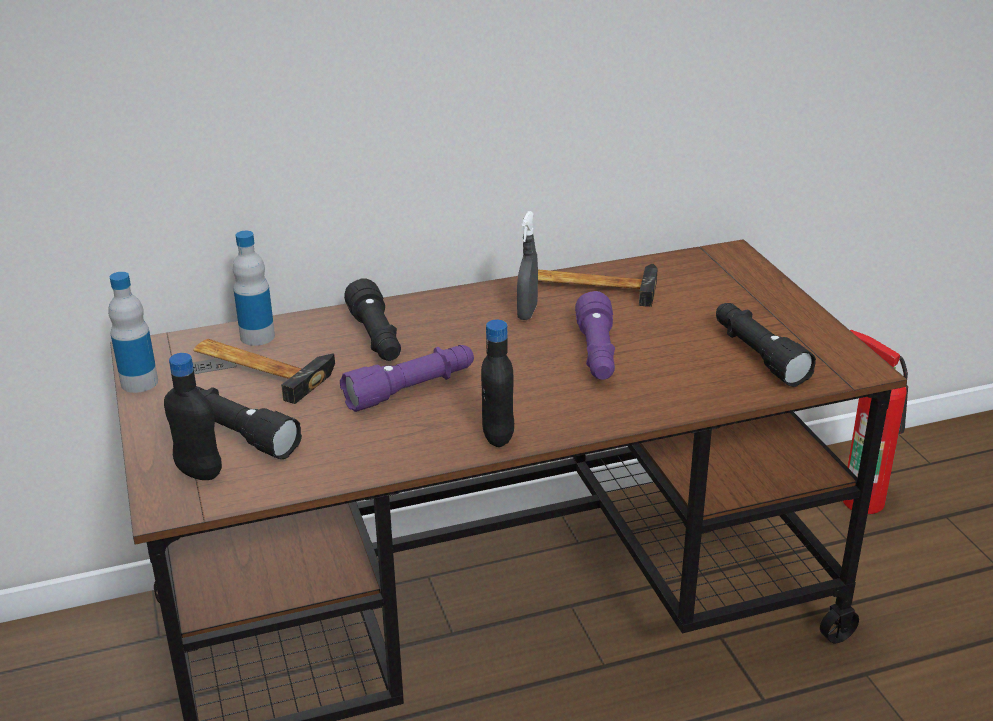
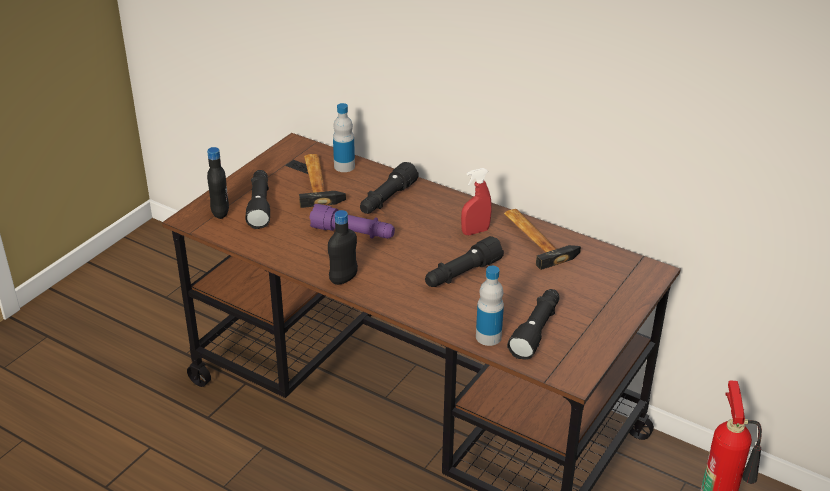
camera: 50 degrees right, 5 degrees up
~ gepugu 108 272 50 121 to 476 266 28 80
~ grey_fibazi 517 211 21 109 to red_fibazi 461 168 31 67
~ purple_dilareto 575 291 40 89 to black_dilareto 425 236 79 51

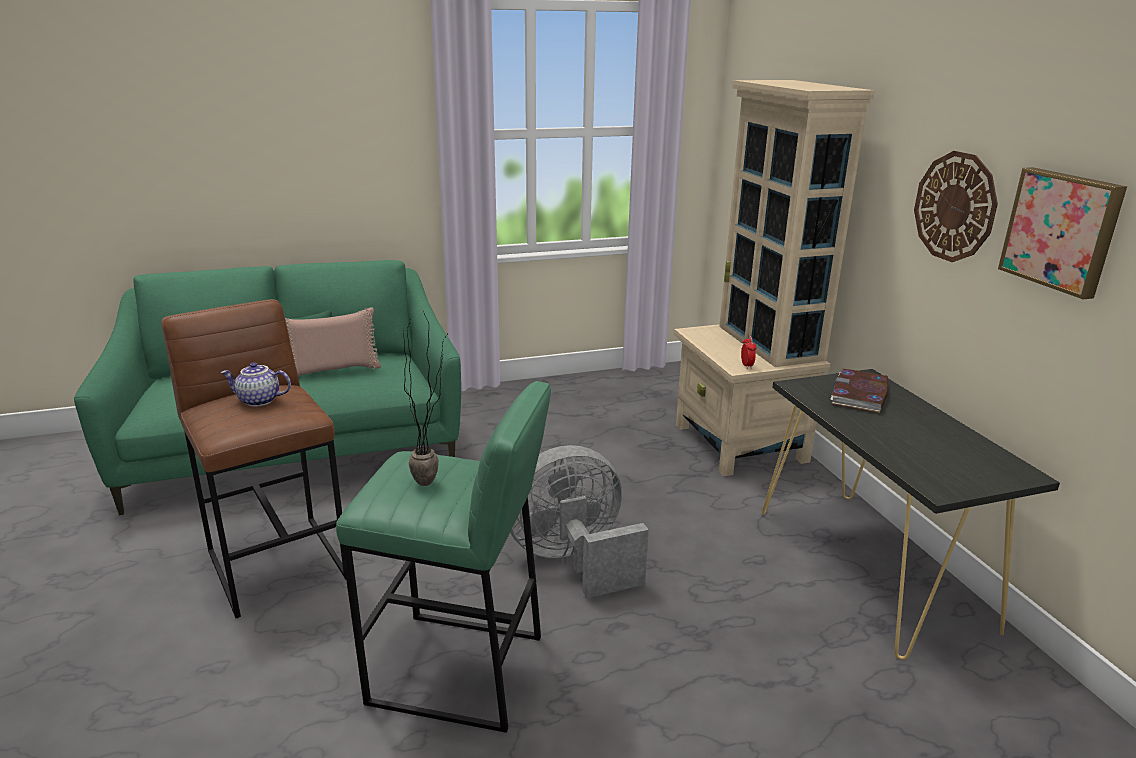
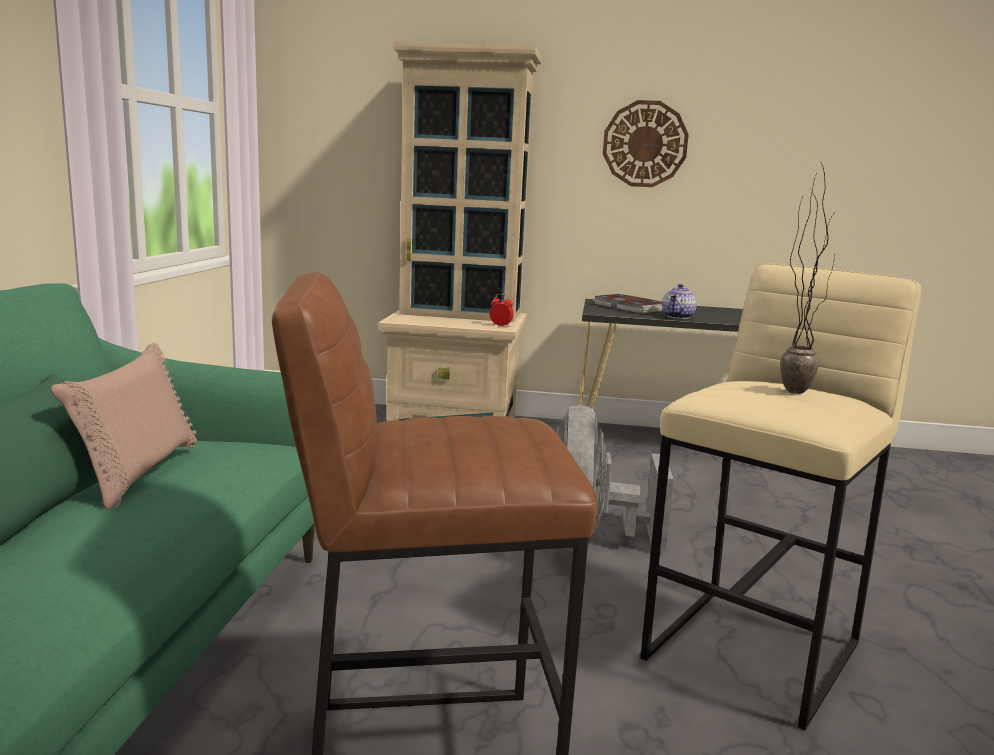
camera: 65 degrees left, 10 degrees down
~ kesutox 220 362 71 45 to 662 284 35 35
~ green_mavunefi 336 381 215 352 to beige_mavunefi 640 263 281 467
- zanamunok 998 167 129 132

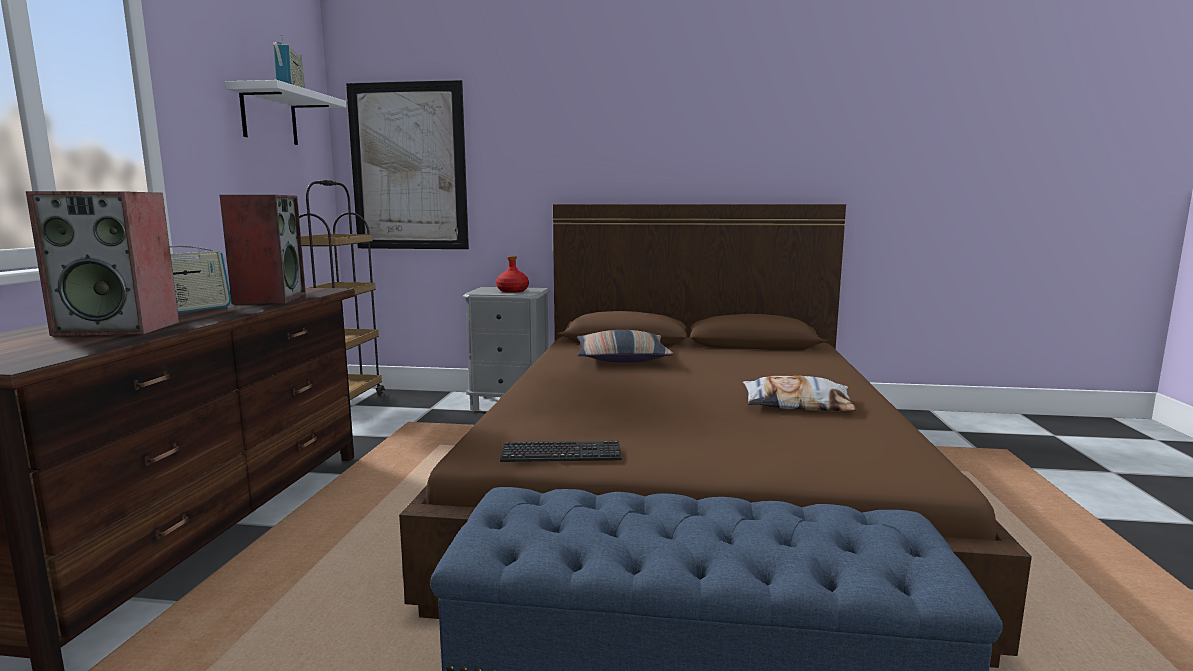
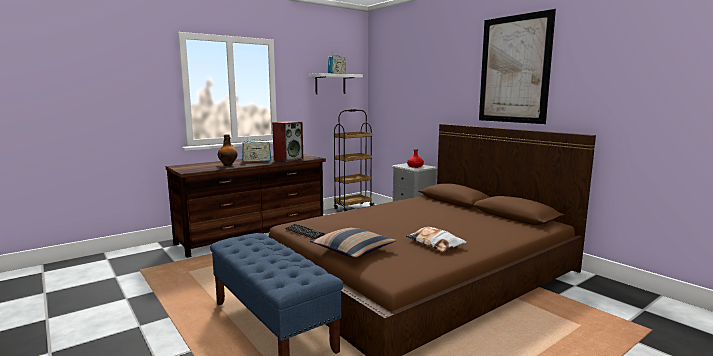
camera: 45 degrees right, 0 degrees up
~ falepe 26 191 153 145 to gepugu 218 134 20 32
~ zanamunok 346 80 123 169 to 479 9 77 115
~ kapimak 577 330 97 33 to 310 227 86 31

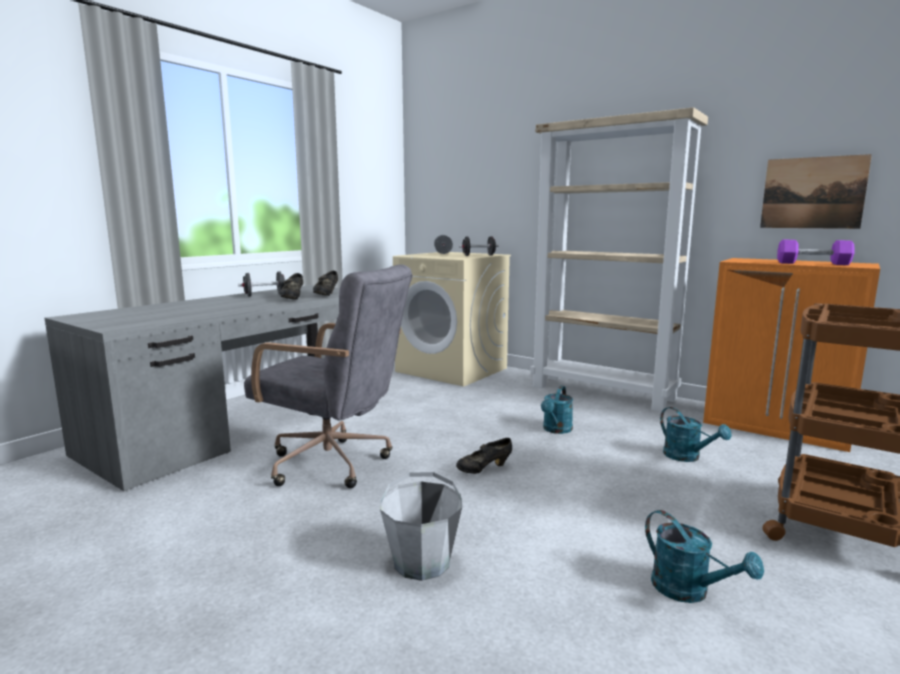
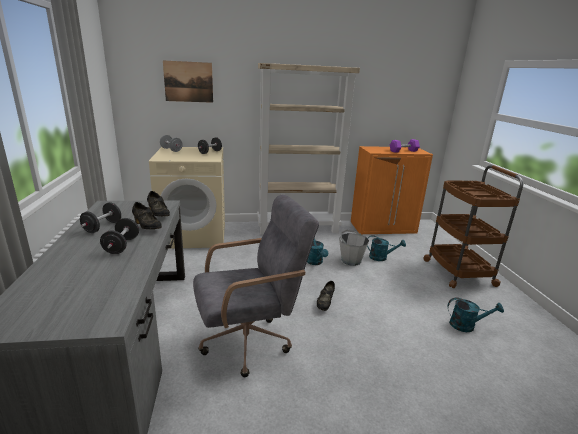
camera: 45 degrees left, 10 degrees up
~ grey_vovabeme 380 472 82 109 to 339 230 30 36
~ zanamunok 760 154 112 75 to 163 60 50 43
+ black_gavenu 100 218 39 36

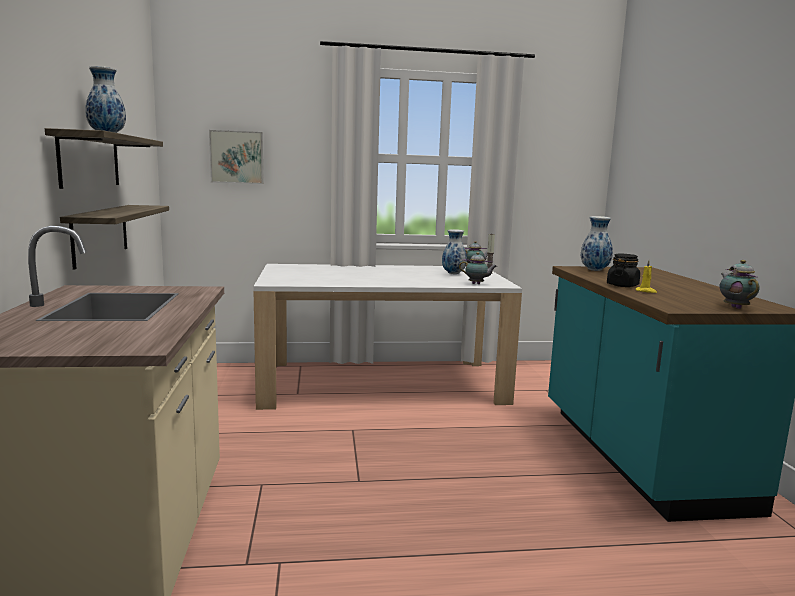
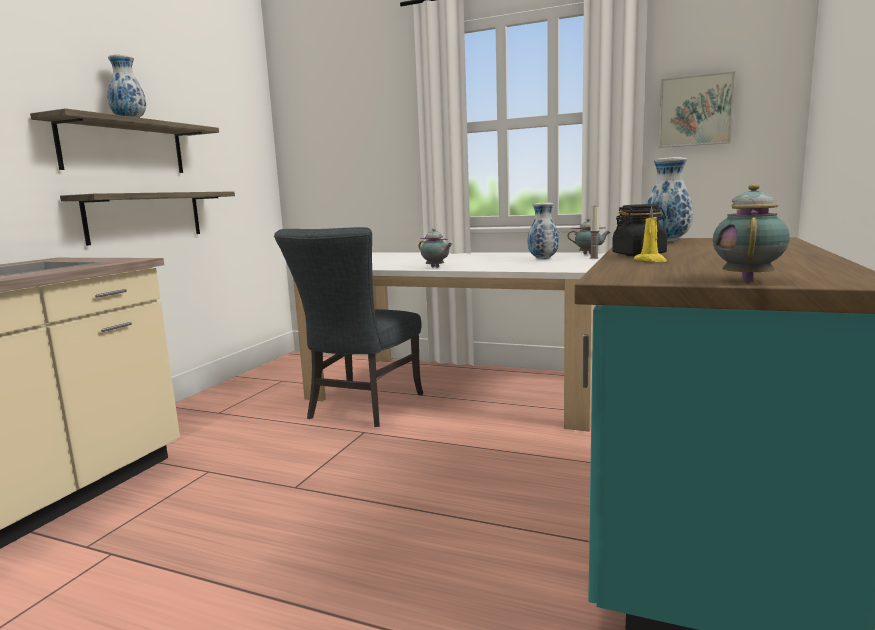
camera: 30 degrees right, 0 degrees up
~ zanamunok 209 130 54 54 to 659 71 76 77
~ kesutox 459 252 38 32 to 418 228 35 40
+ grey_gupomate 274 227 149 200

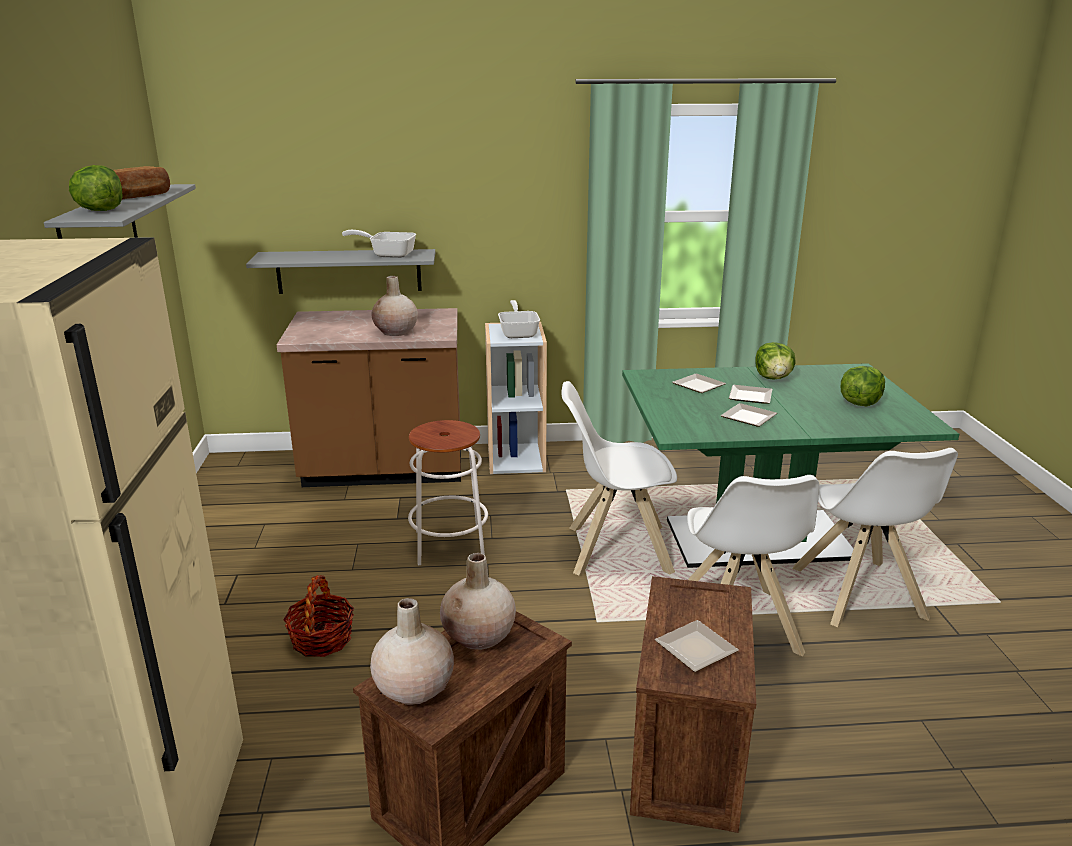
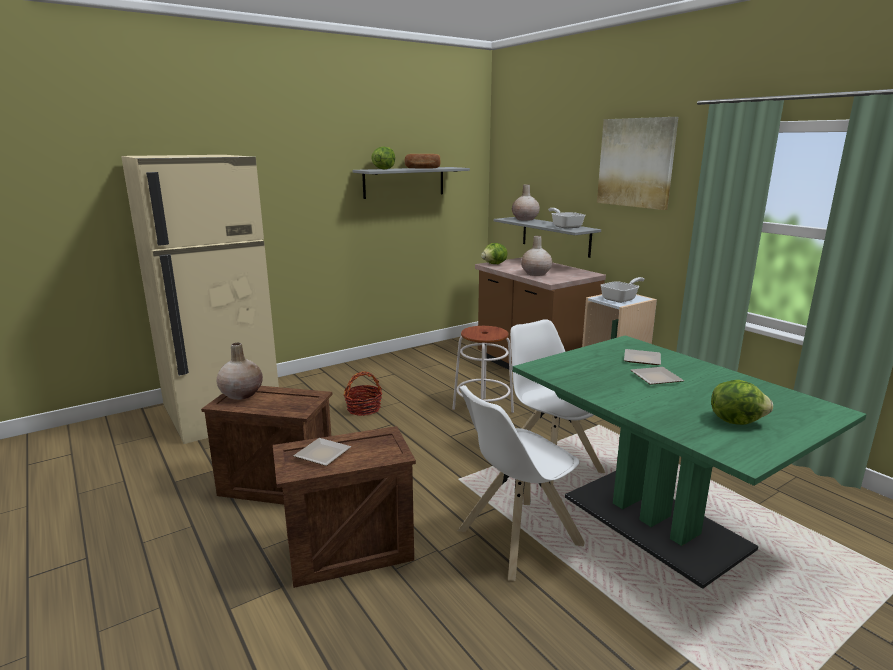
camera: 60 degrees right, 5 degrees down
~ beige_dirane 440 553 76 97 to 512 184 28 37
- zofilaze 720 403 57 24
~ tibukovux 755 342 41 38 to 481 243 27 21
- white_gupomate 792 448 166 180
+ zanamunok 597 117 81 93

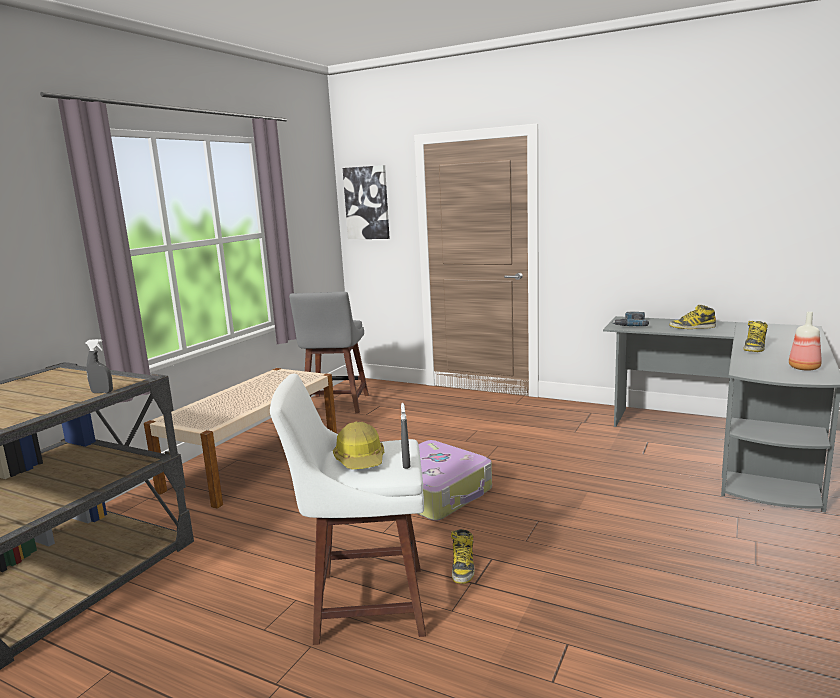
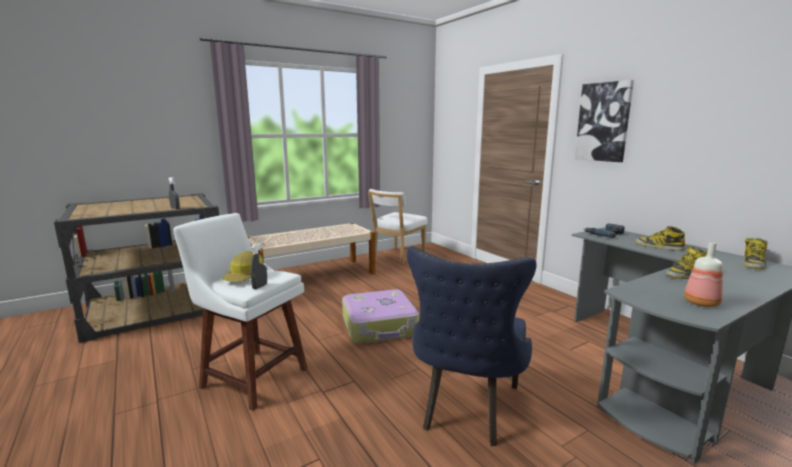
camera: 30 degrees right, 0 degrees up
~ grey_mavunefi 289 292 80 121 to white_gupomate 368 189 60 76
~ zanamunok 343 165 47 74 to 575 80 59 82
~ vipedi 451 529 24 55 to 743 238 25 31
+ blue_gupomate 407 246 130 200

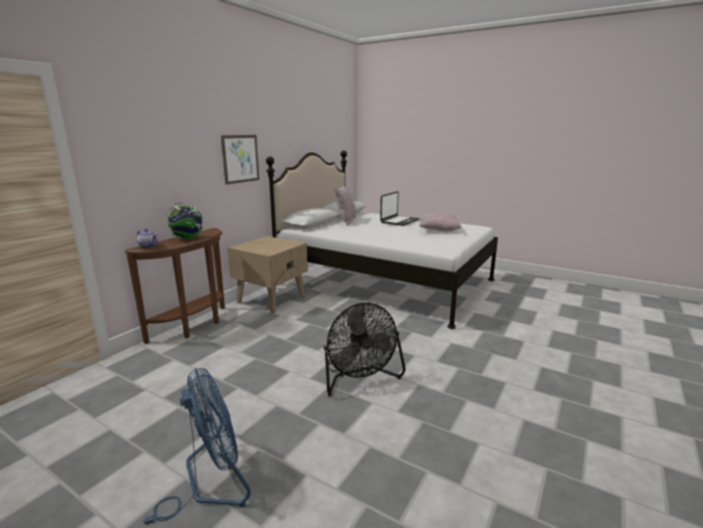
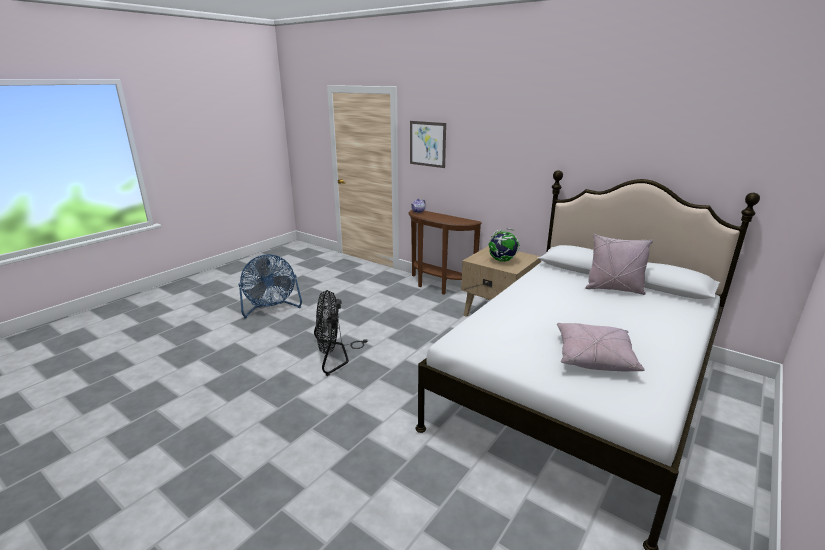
camera: 95 degrees right, 5 degrees up
~ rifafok 167 202 38 37 to 489 228 31 34
~ zanamunok 221 135 39 50 to 410 121 36 47
- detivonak 380 191 39 35

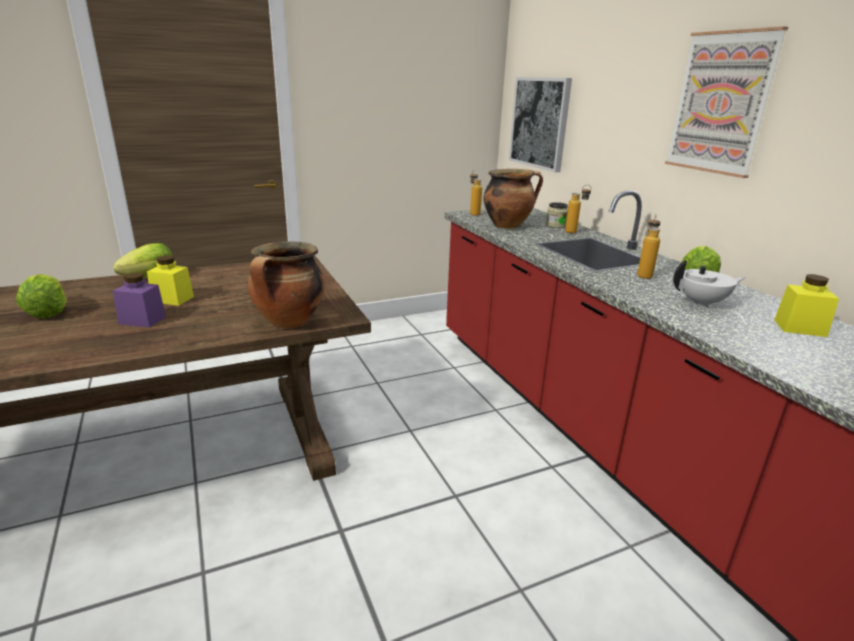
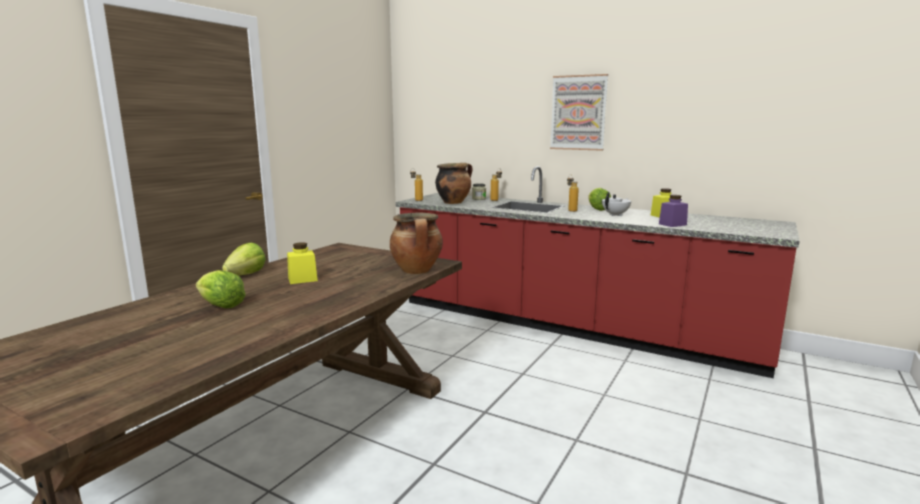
camera: 35 degrees left, 10 degrees down
~ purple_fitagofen 113 273 53 55 to 659 195 29 32
- zanamunok 509 77 63 95

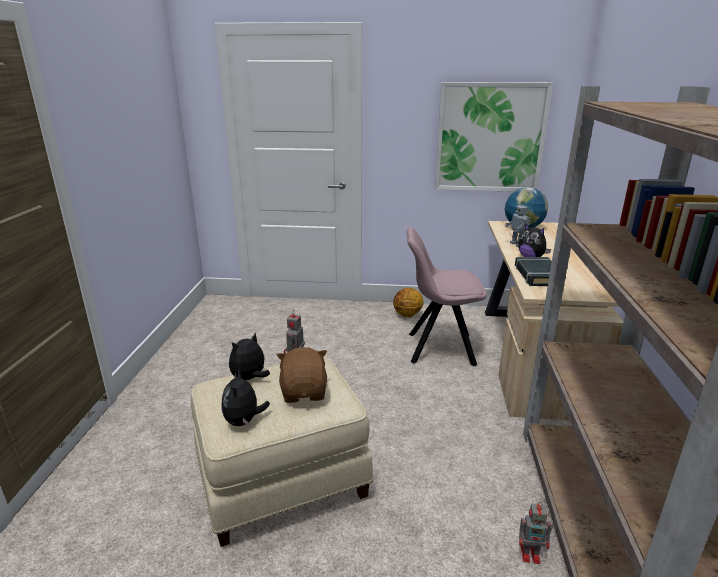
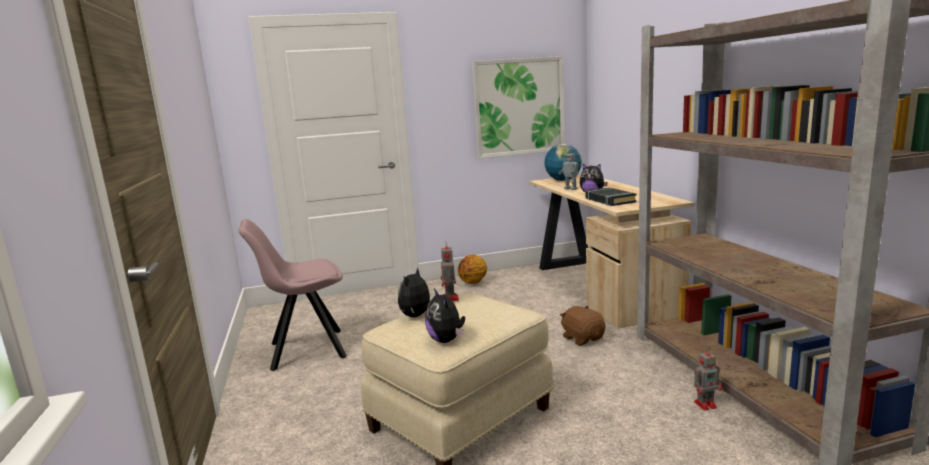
camera: 20 degrees left, 10 degrees down
~ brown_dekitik 277 347 50 56 to 560 306 45 40
~ pink_gupomate 407 227 80 139 to 238 219 109 152

